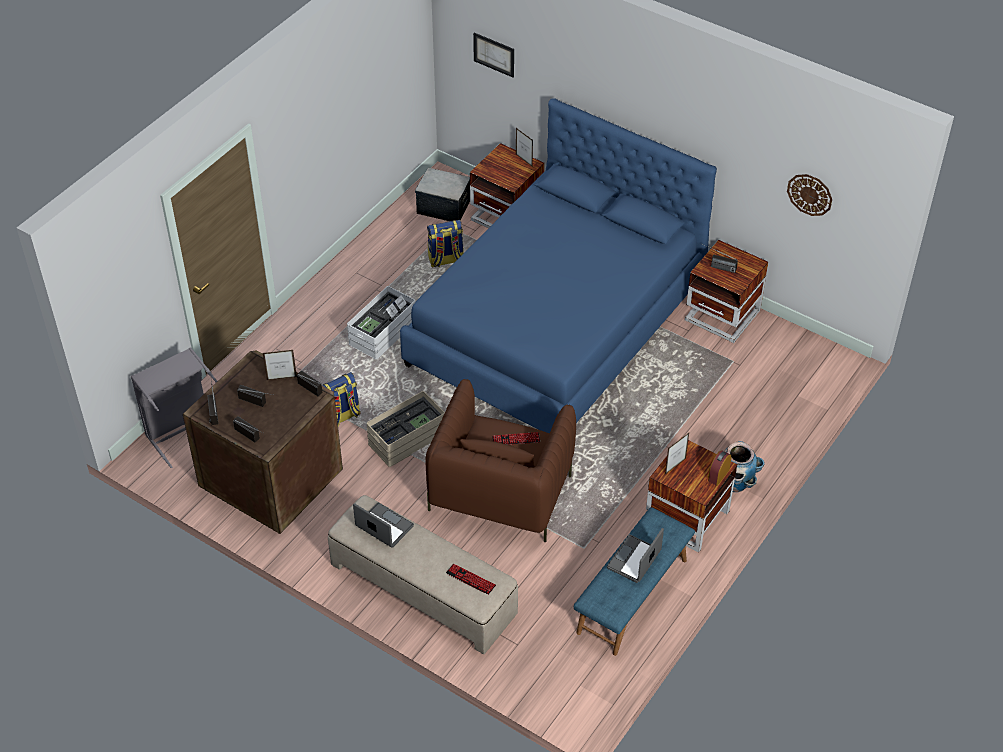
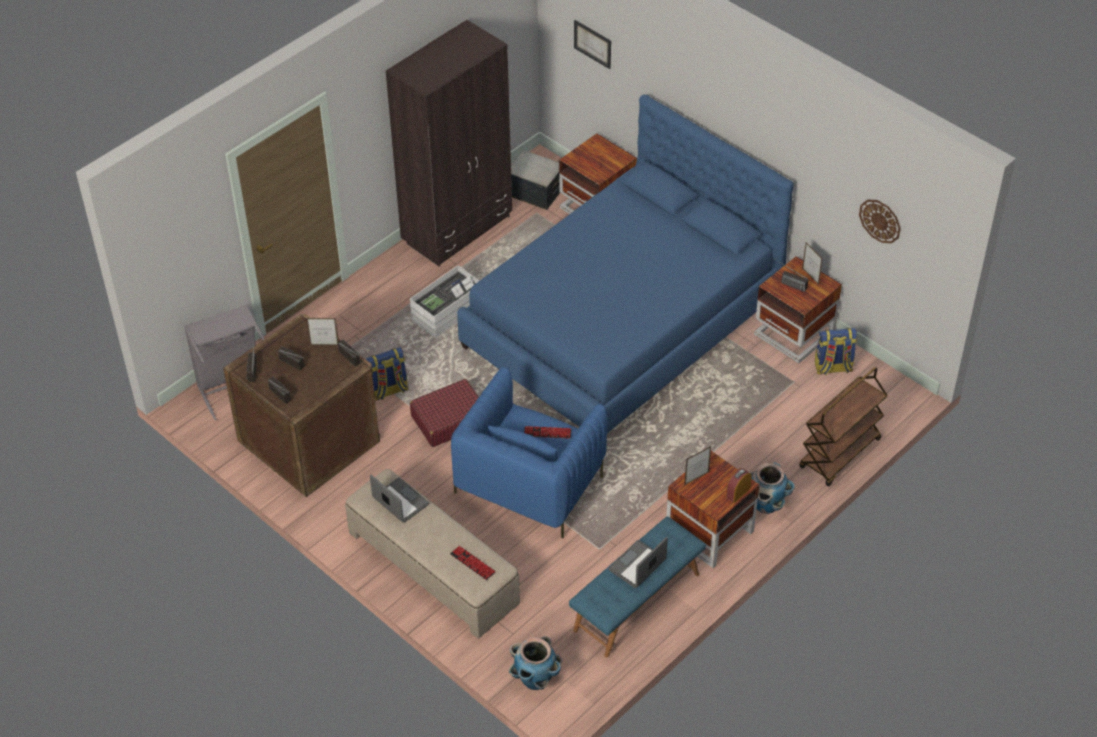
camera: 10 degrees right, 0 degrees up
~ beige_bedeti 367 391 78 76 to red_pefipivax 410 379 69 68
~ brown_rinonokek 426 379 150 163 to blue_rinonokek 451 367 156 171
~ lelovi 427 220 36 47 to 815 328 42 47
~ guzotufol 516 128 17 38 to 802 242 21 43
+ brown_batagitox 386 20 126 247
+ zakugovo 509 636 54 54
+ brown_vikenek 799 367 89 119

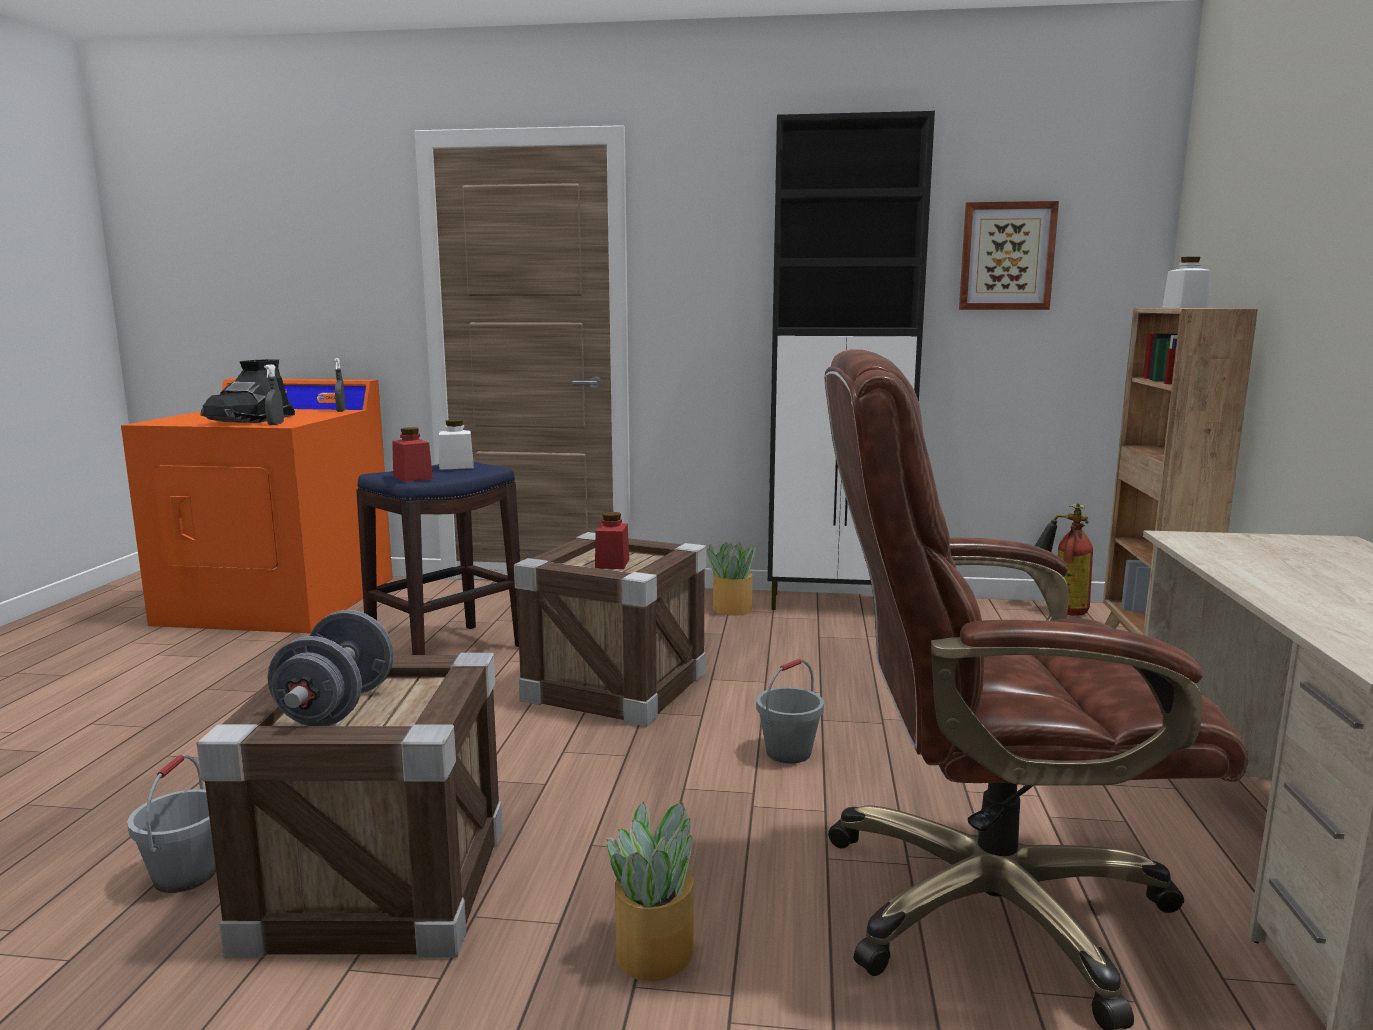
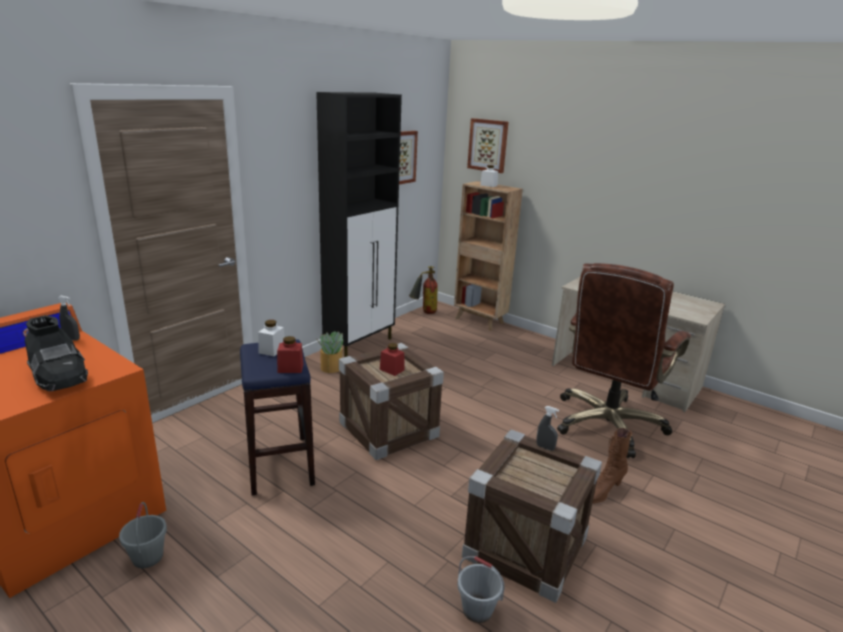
camera: 60 degrees left, 10 degrees up
~ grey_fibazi 264 364 20 61 to 537 406 22 45
- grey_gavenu 267 610 127 116
~ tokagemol 607 801 87 180 to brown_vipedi 592 428 40 76
~ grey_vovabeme 756 659 68 105 to 119 502 48 66
+ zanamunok 467 118 42 55

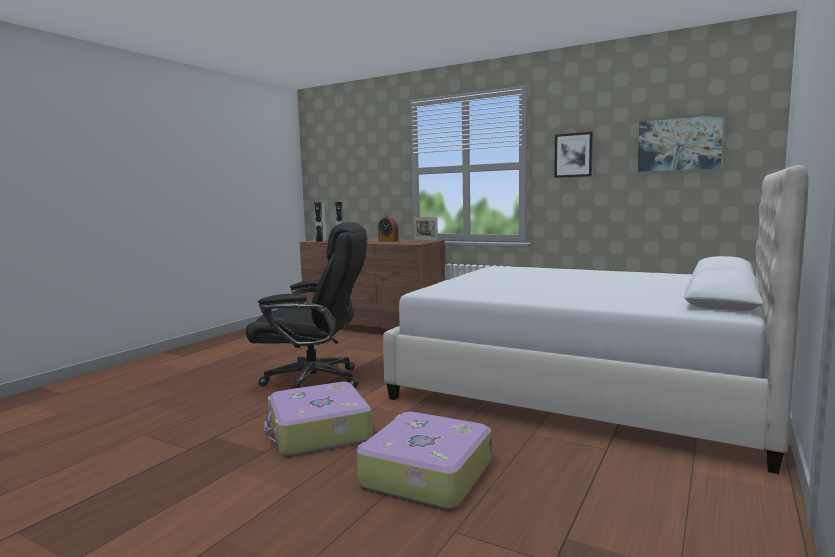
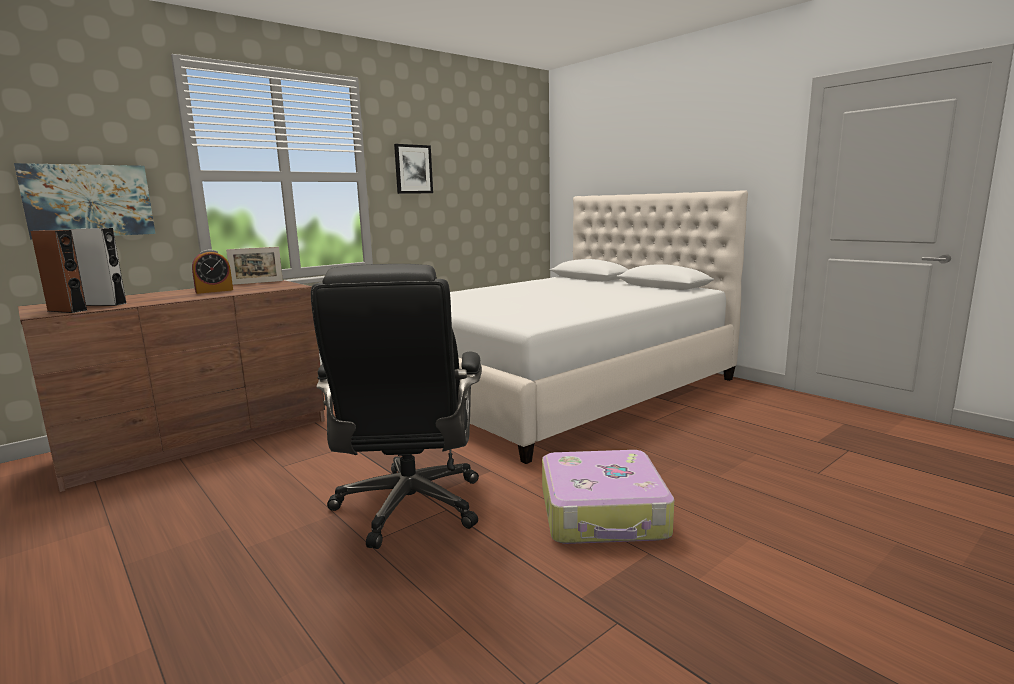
camera: 70 degrees left, 5 degrees up
~ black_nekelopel 246 222 121 167 = 311 264 171 285 150 degrees clockwise
~ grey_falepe 314 202 13 40 to brown_falepe 31 230 56 83
- pefipivax 357 412 134 97
~ zanamunok 638 115 86 57 to 14 163 142 77

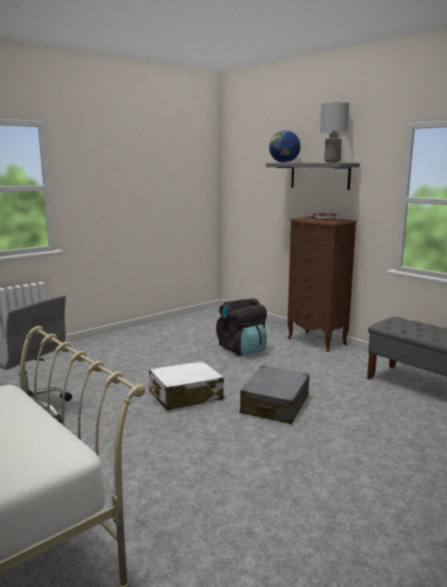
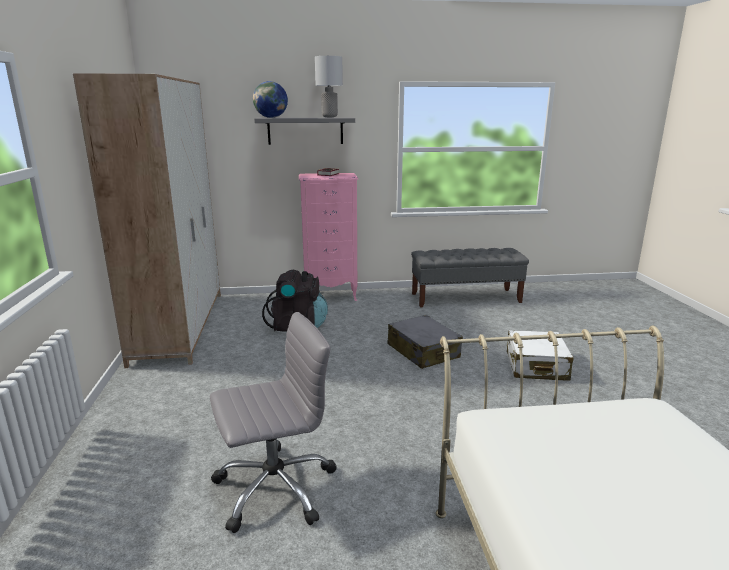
camera: 55 degrees left, 5 degrees up
~ white_pefipivax 149 361 75 49 to 507 330 67 51
~ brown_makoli 288 216 69 136 to pink_makoli 299 173 59 128
+ white_batagitox 73 73 148 295

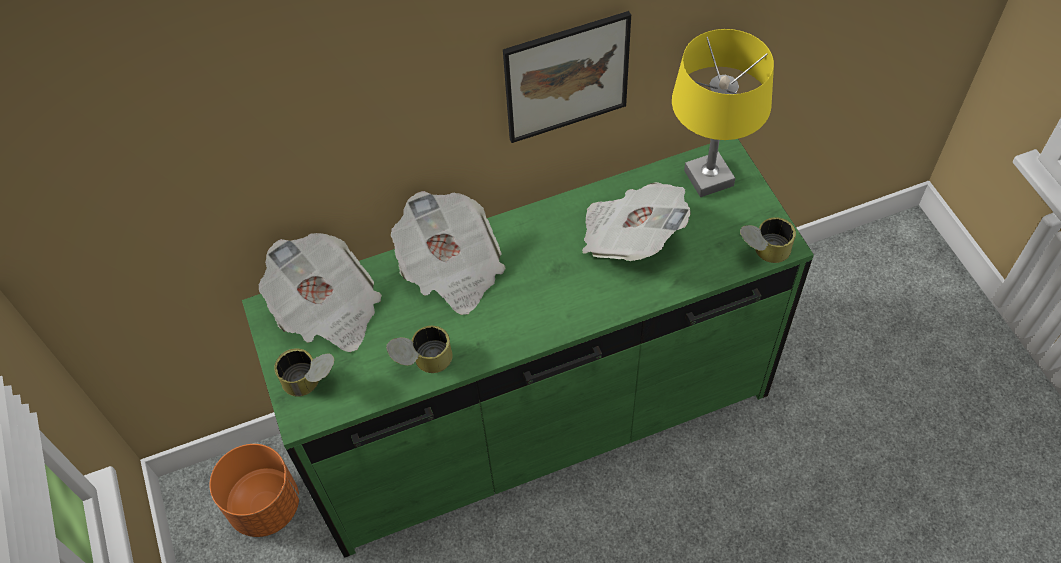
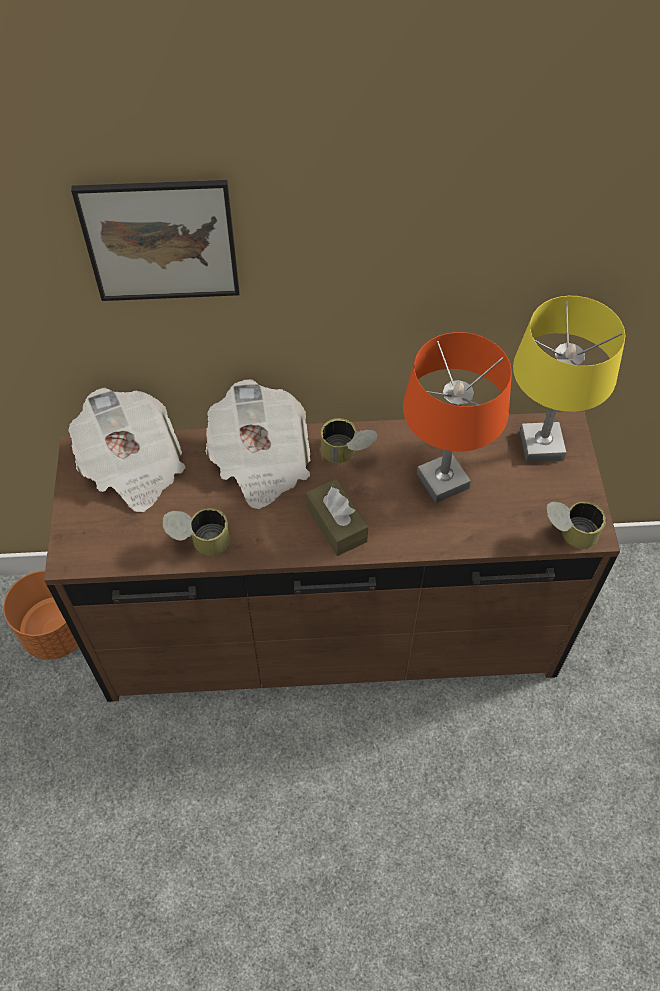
camera: 15 degrees right, 0 degrees up
~ green_makoli 242 139 572 419 to brown_makoli 44 411 576 291
~ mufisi 274 348 60 49 to 320 418 57 45
~ zanamunok 503 11 128 132 to 71 180 168 121
~ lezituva 582 182 109 79 to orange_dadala 403 332 109 171
+ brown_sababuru 306 479 62 77

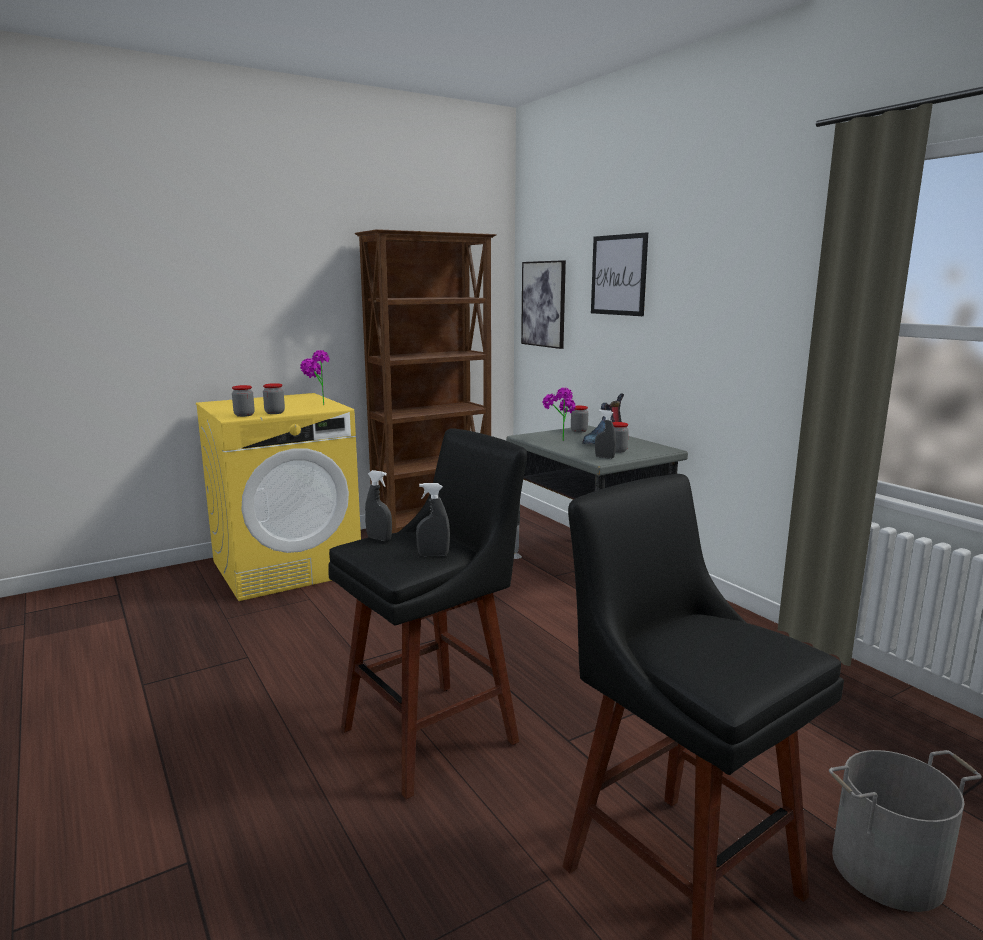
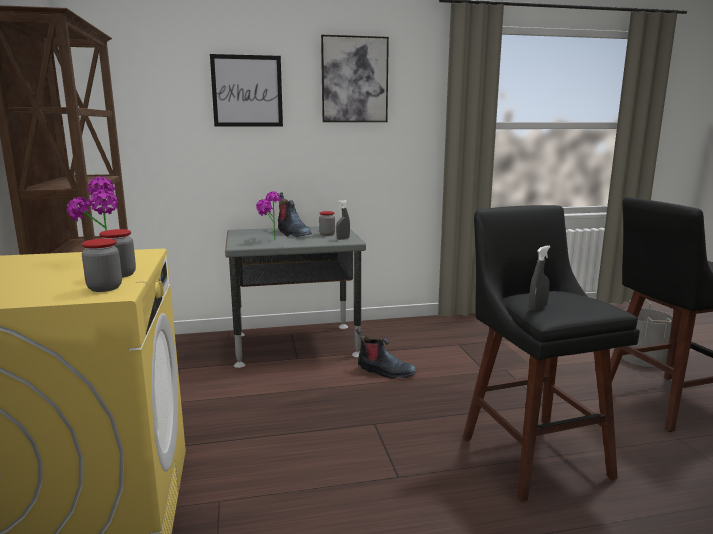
camera: 70 degrees left, 0 degrees up
- grey_fibazi 416 483 34 74
~ zanamunok 521 260 45 89 to 321 35 68 87
- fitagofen 571 406 17 26
+ vipedi 356 329 60 50

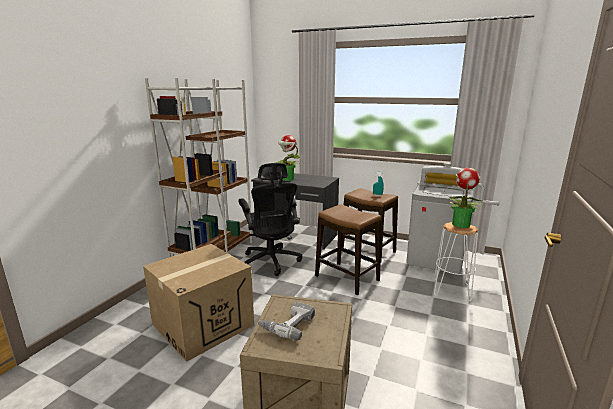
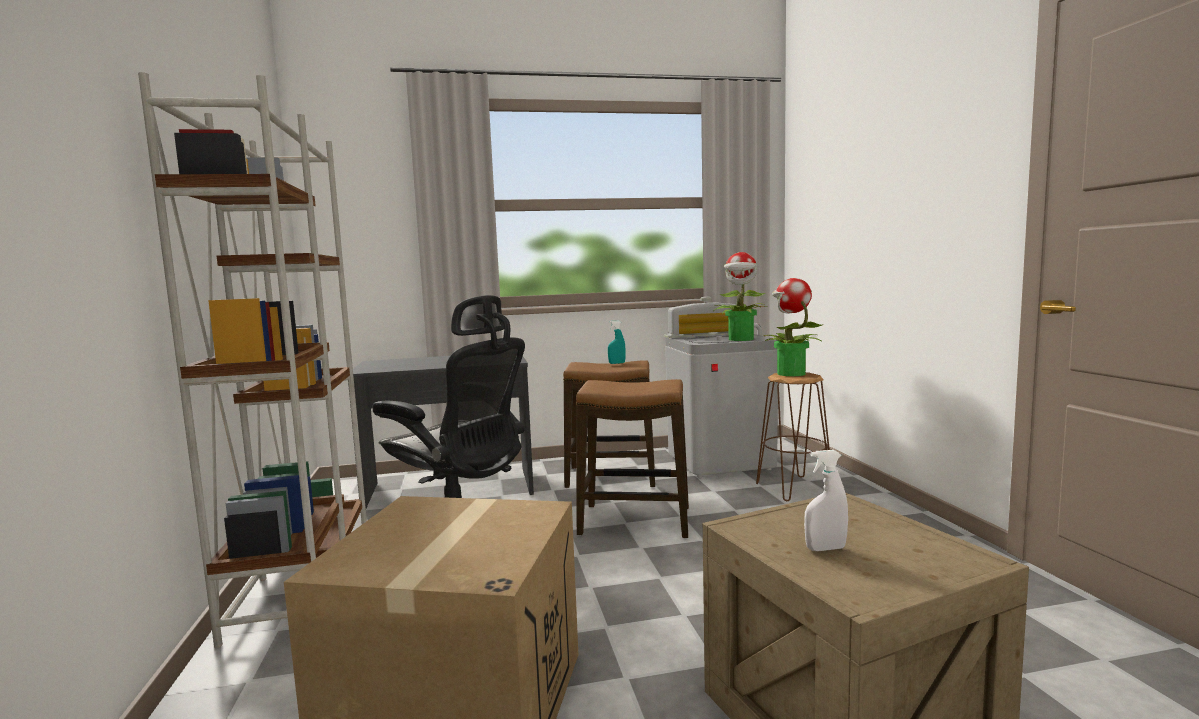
camera: 35 degrees left, 10 degrees down
~ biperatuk 258 302 57 38 to white_fibazi 804 450 44 101
~ tokagemol 276 135 24 46 to 713 252 54 89
~ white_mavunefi 434 222 45 79 to brown_mavunefi 756 372 74 129

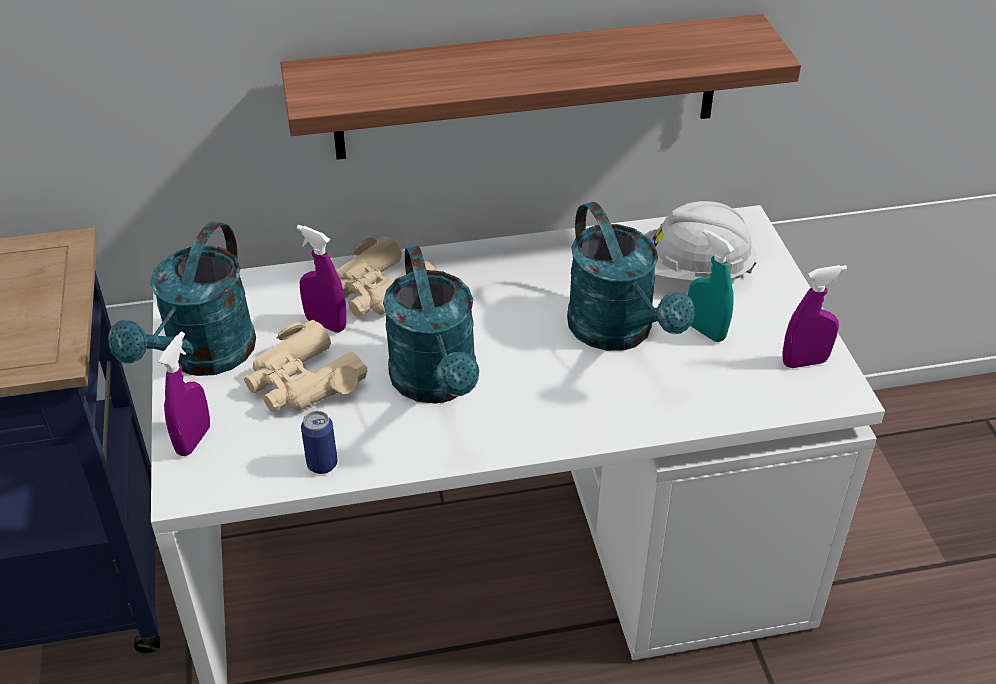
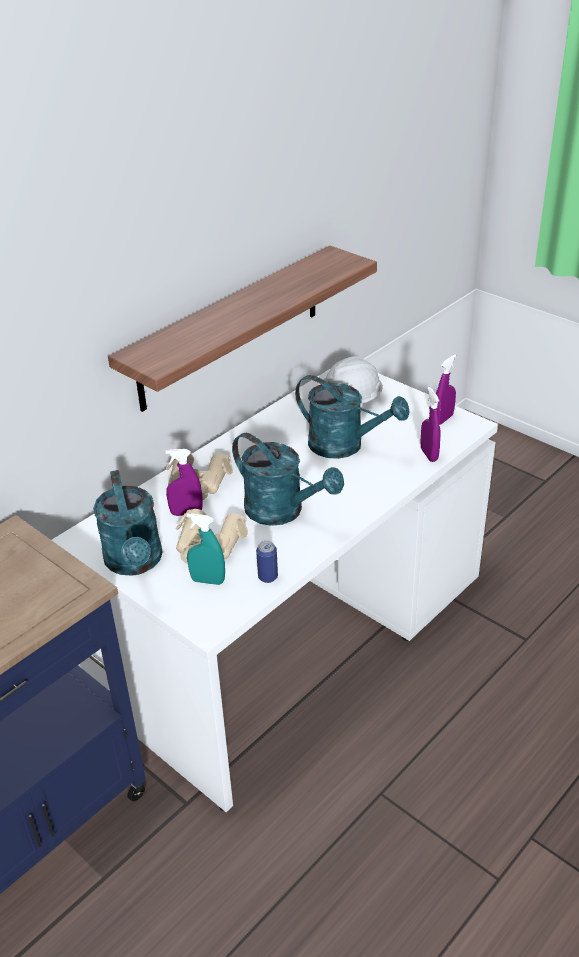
camera: 35 degrees left, 5 degrees down
~ purple_fibazi 159 332 51 124 to 420 387 20 75
~ turquoise_fibazi 688 229 46 113 to 186 513 39 72

